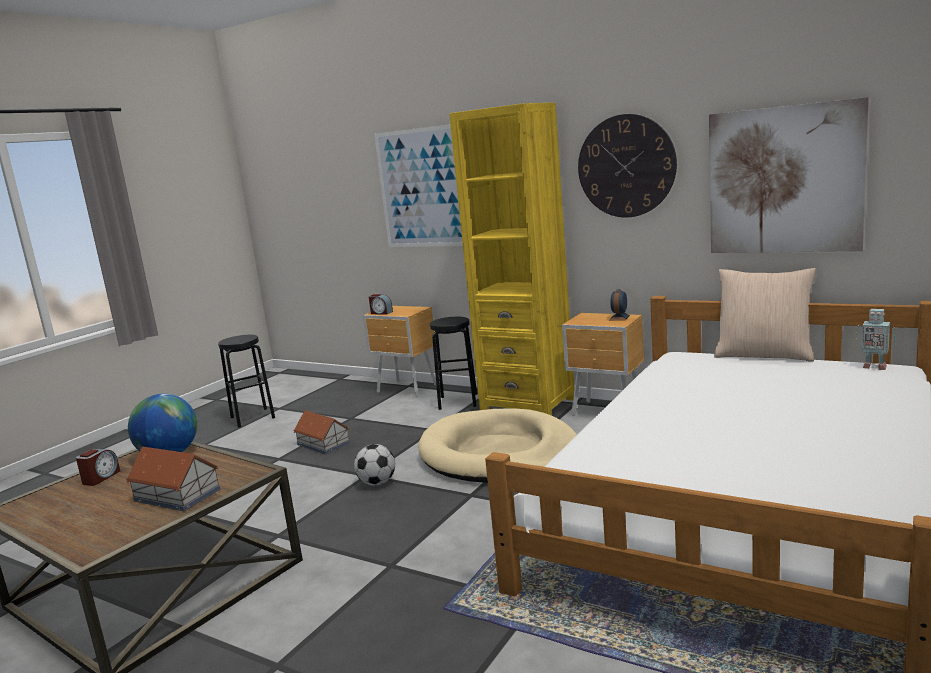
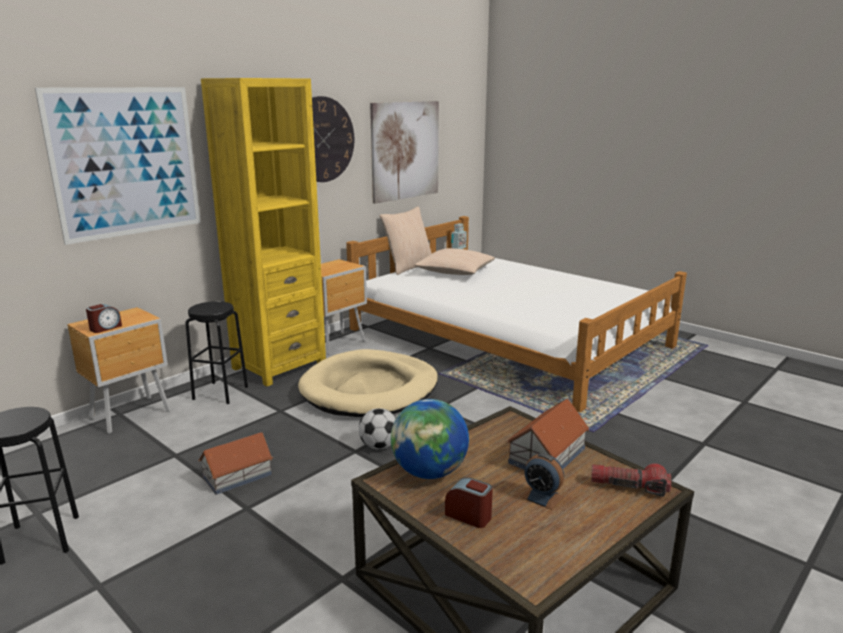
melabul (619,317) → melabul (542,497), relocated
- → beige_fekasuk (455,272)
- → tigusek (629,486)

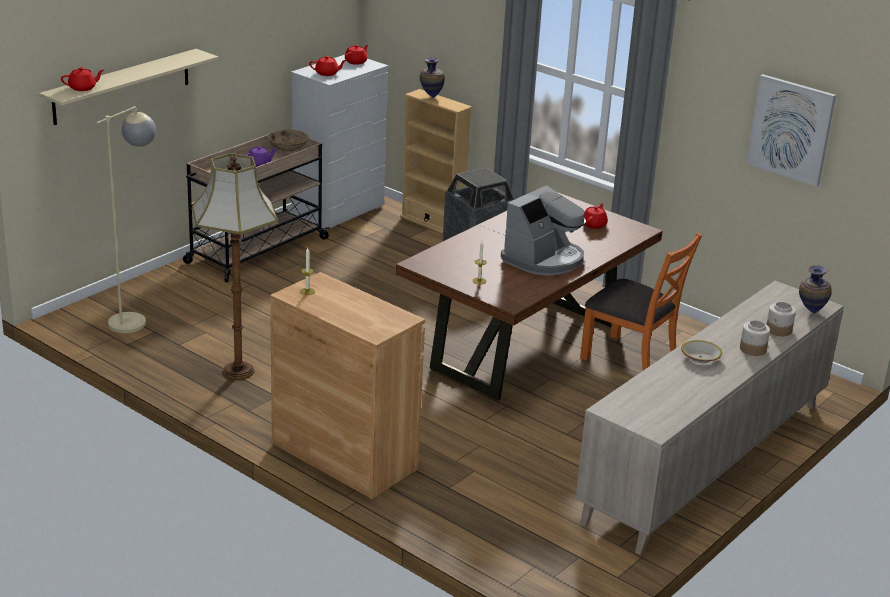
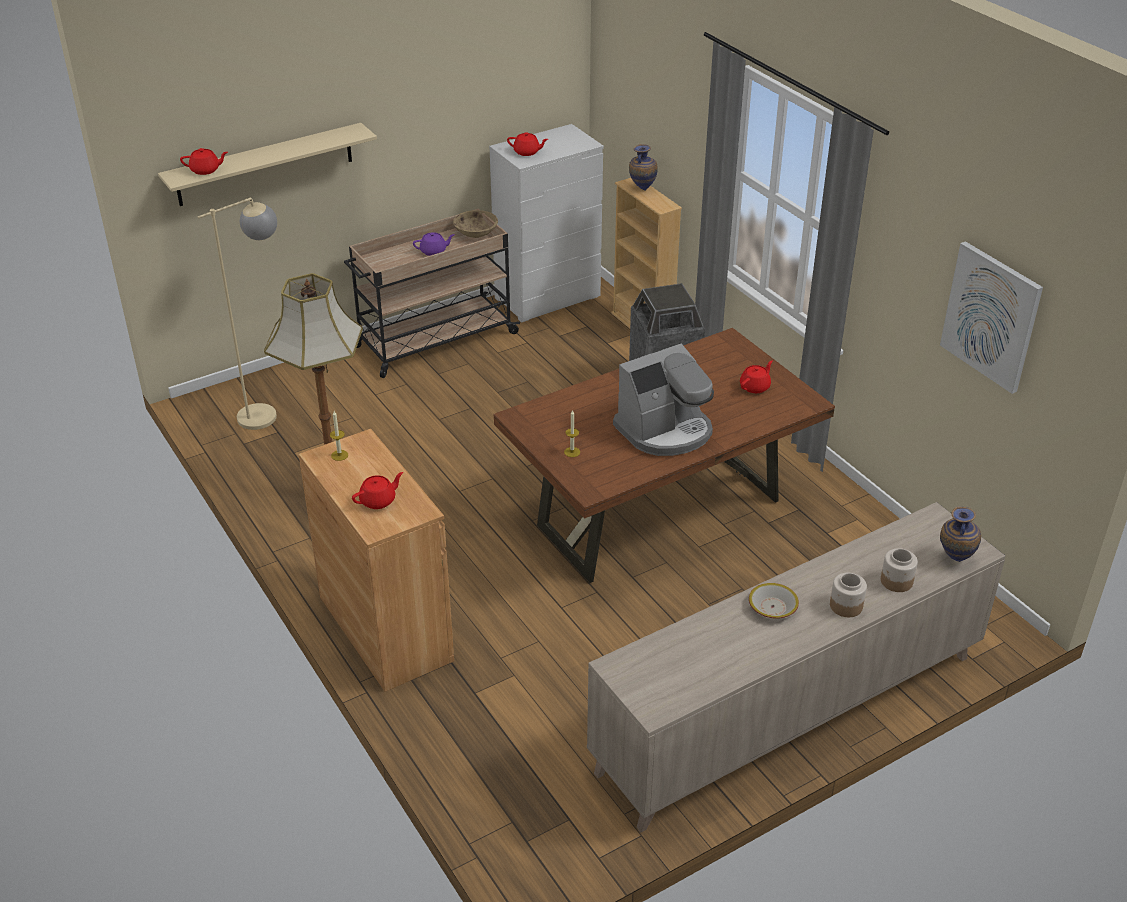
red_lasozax (356,62) → red_lasozax (378,500), relocated
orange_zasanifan (630,358) → -

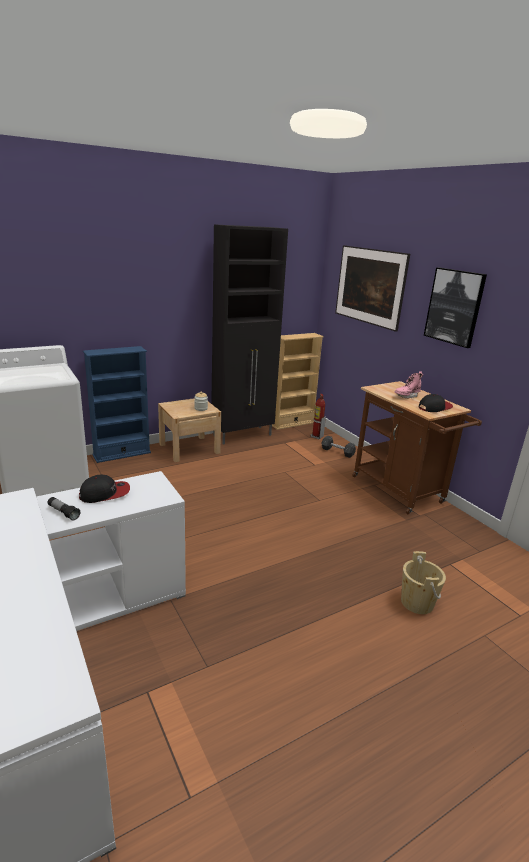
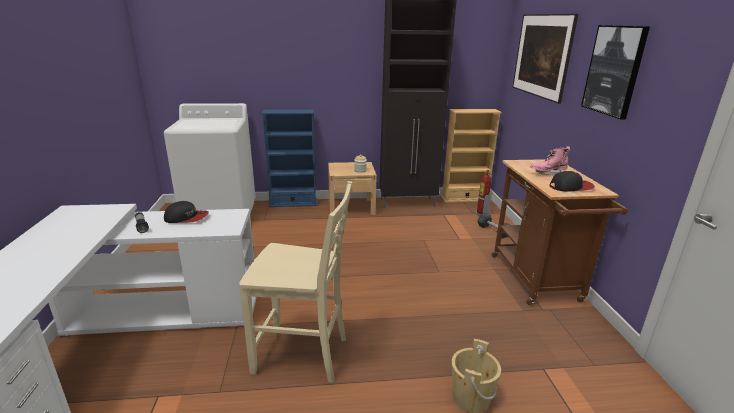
- → beige_zasanifan (303,355)

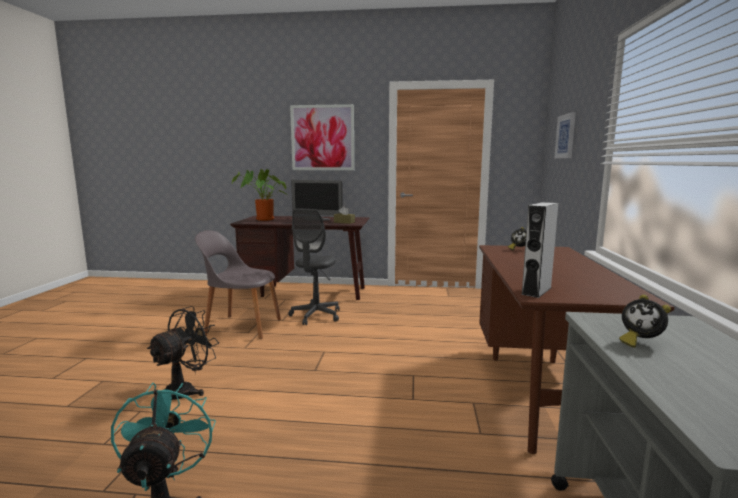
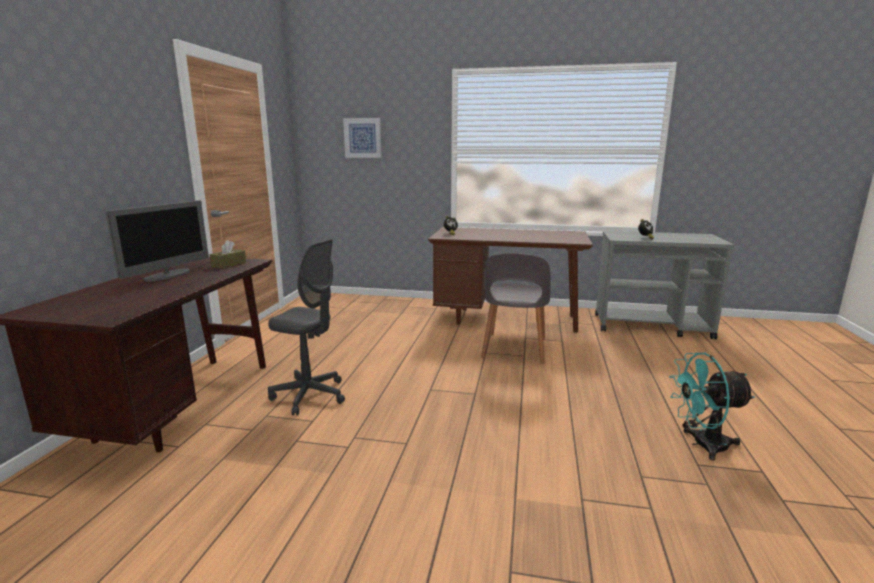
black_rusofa (186,390) → -
grey_zasanifan (241,327) → grey_zasanifan (514,349), relocated
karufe (263,220) → -
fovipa (322,138) → -
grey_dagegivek (536,291) → -

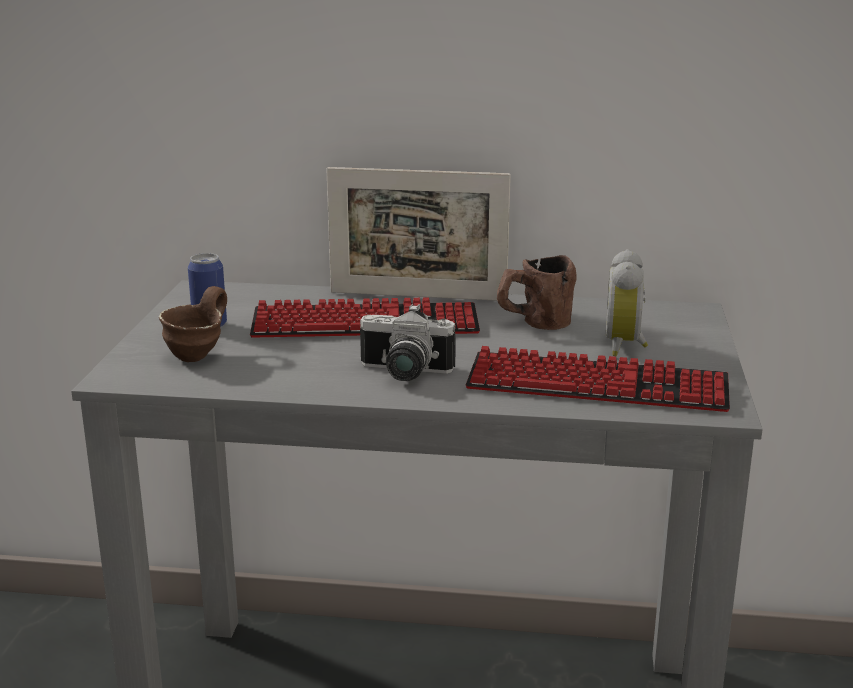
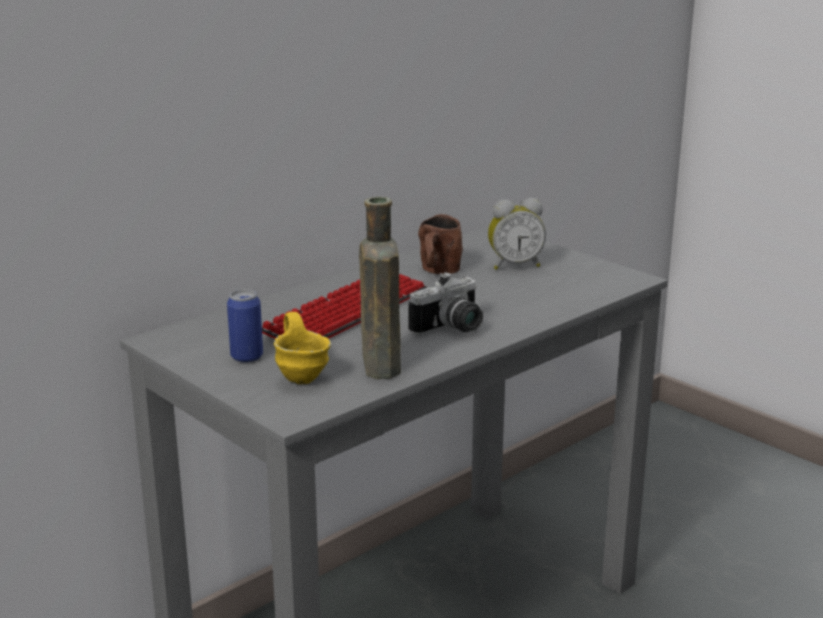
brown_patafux (200,356) → yellow_patafux (304,376)
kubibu (417,296) → -
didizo (597,386) → -
melabul (626,346) → melabul (514,265), 60 degrees counterclockwise
- → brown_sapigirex (380,363)

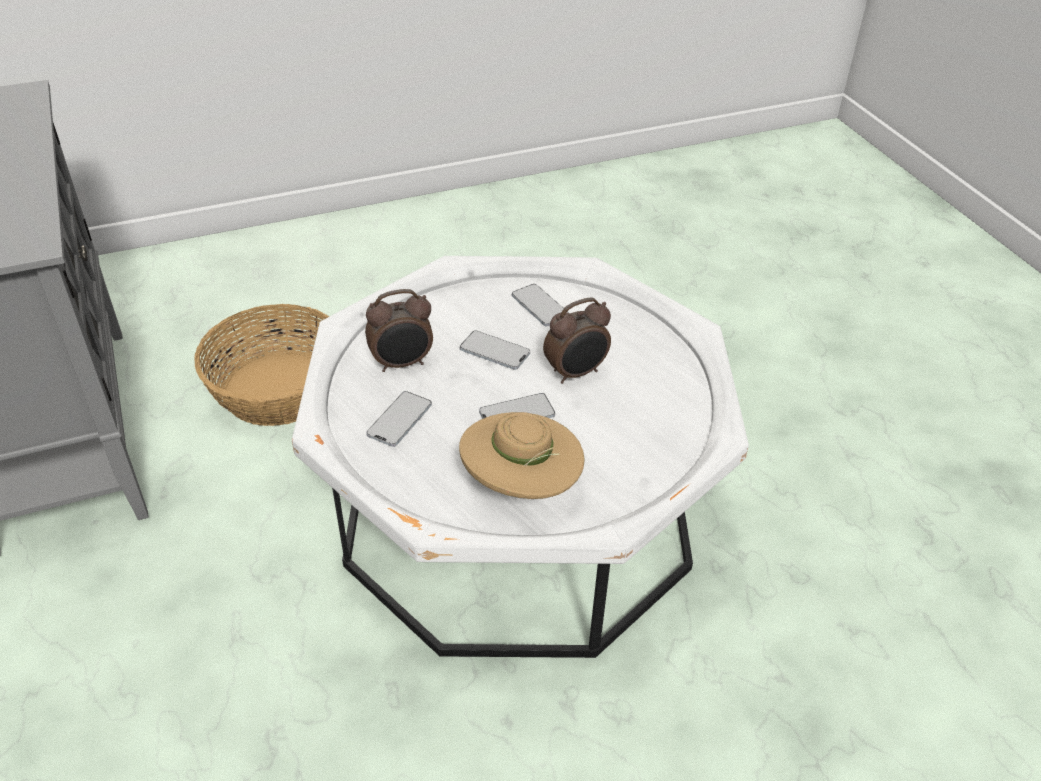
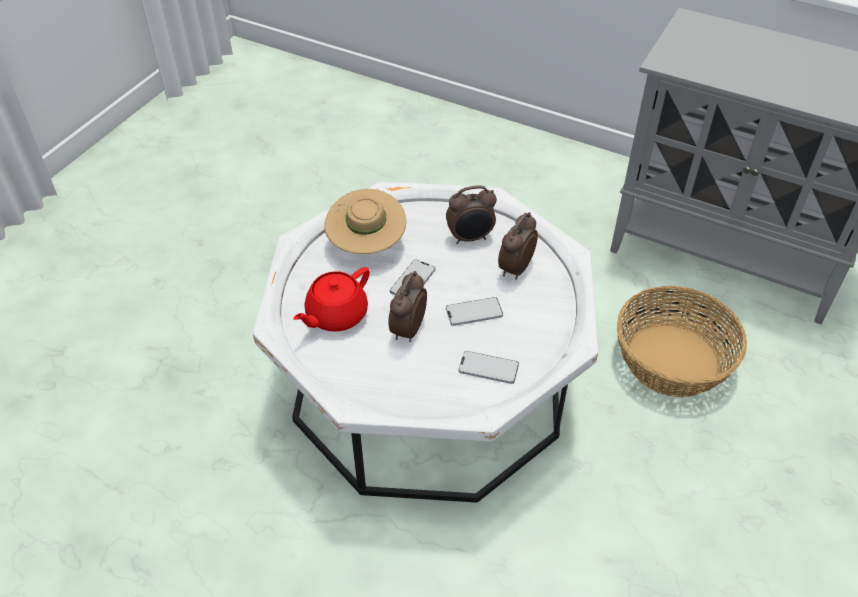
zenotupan (399,420) → melabul (470,238)
- → red_lasozax (335,315)

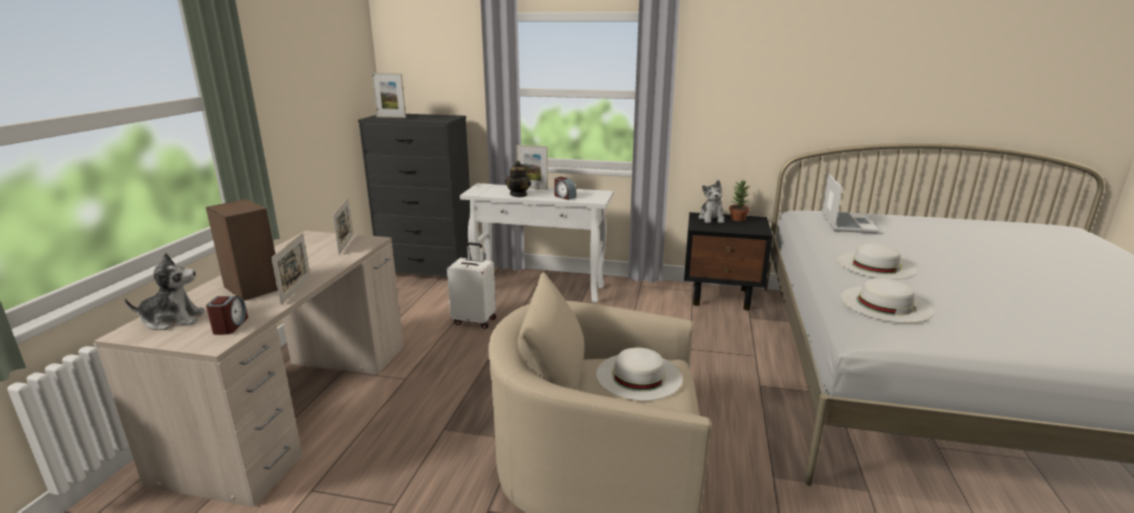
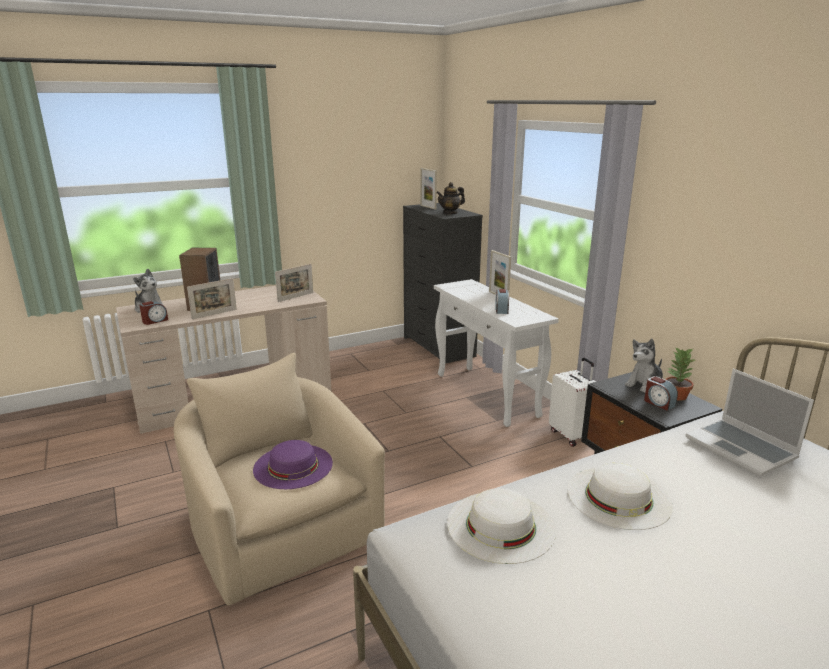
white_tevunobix (475,320) → white_tevunobix (571,435), relocated
lasozax (518,195) → lasozax (450,213), relocated
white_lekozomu (638,376) → purple_lekozomu (293,466)
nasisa (846,223) → nasisa (742,449), 90 degrees clockwise
- → melabul (659,403)

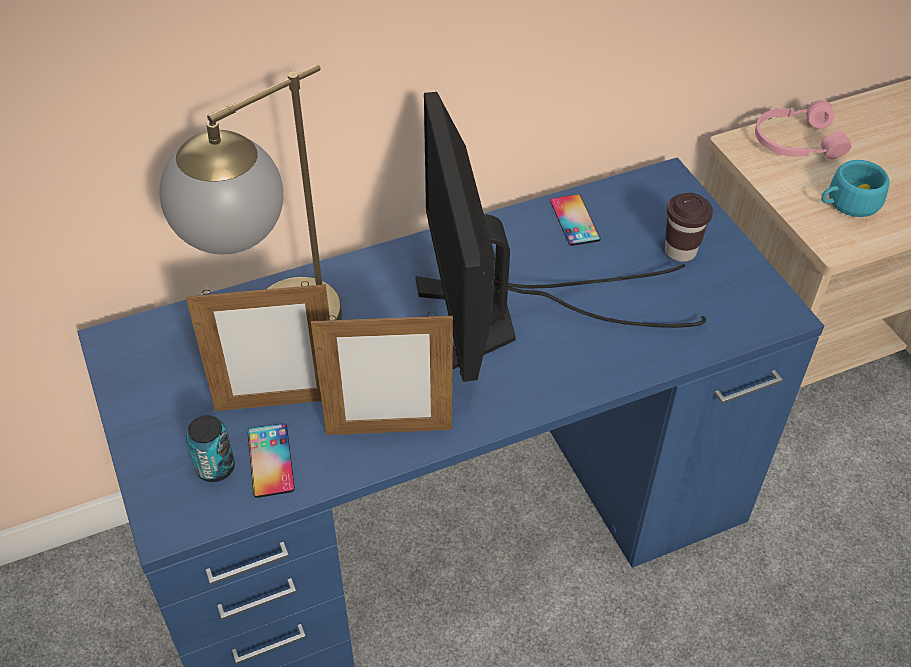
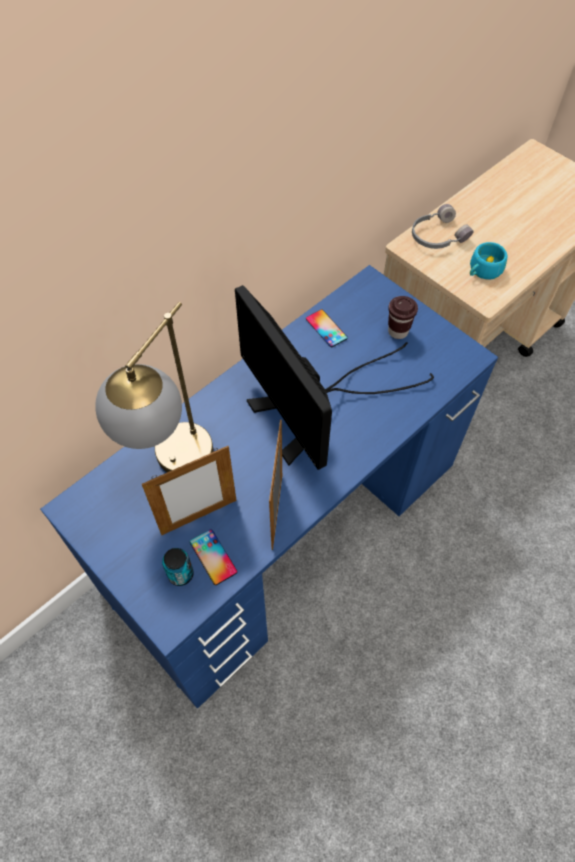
kubibu (389,431) → kubibu (277,511), 120 degrees clockwise
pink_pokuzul (795,142) → grey_pokuzul (437,235)

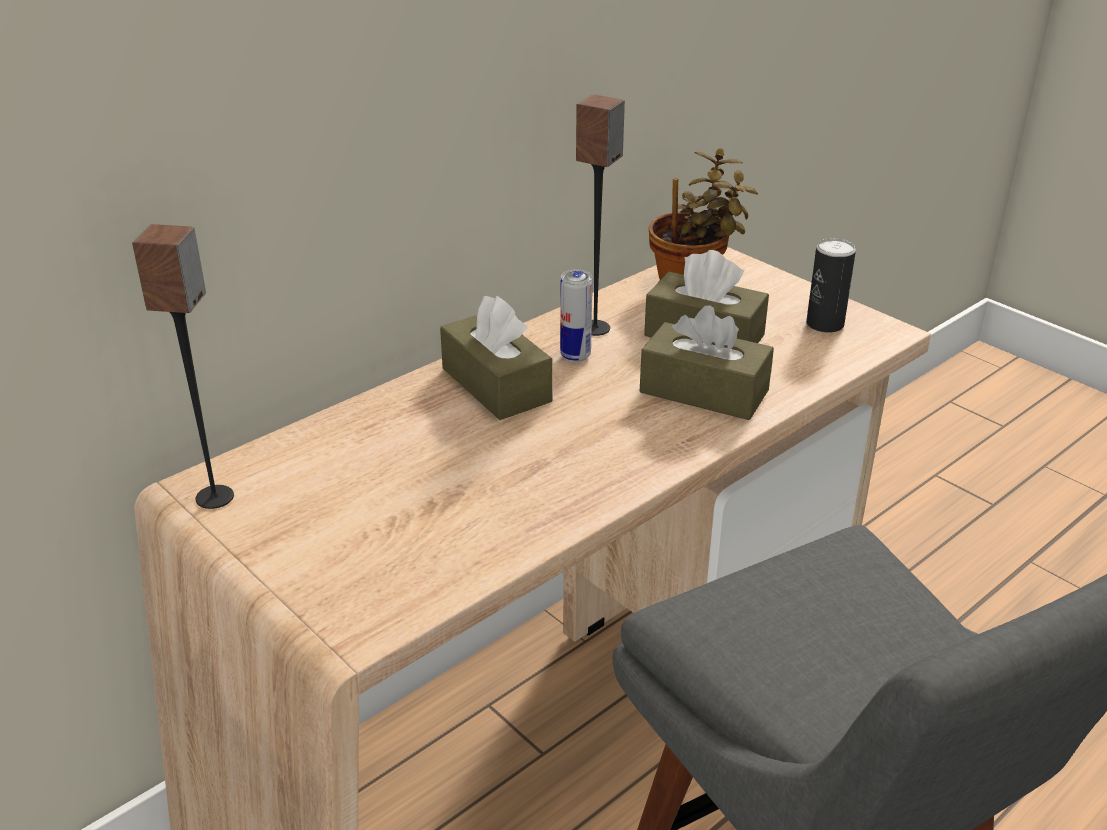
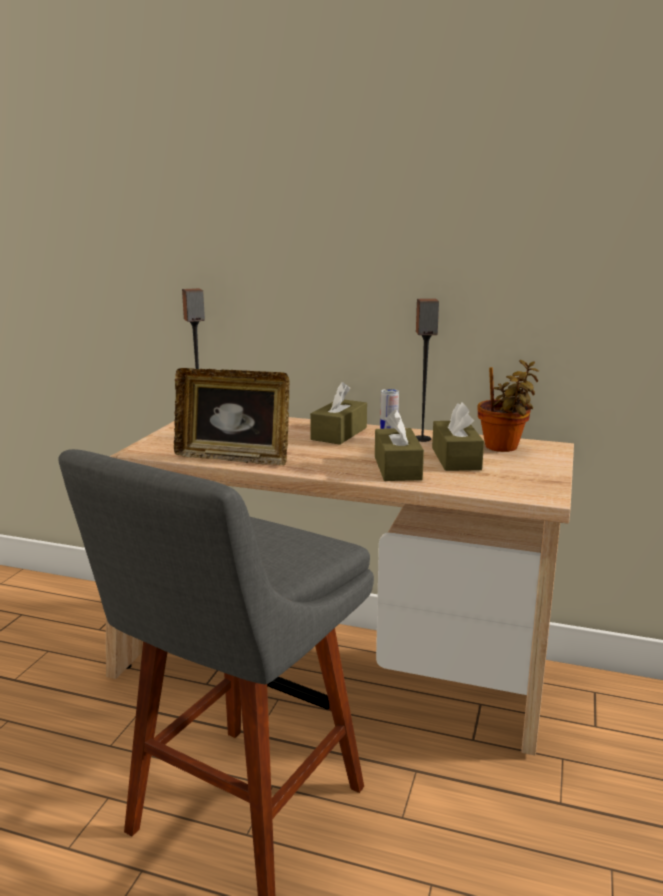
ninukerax (825,324) → -
- → kubibu (233,457)

